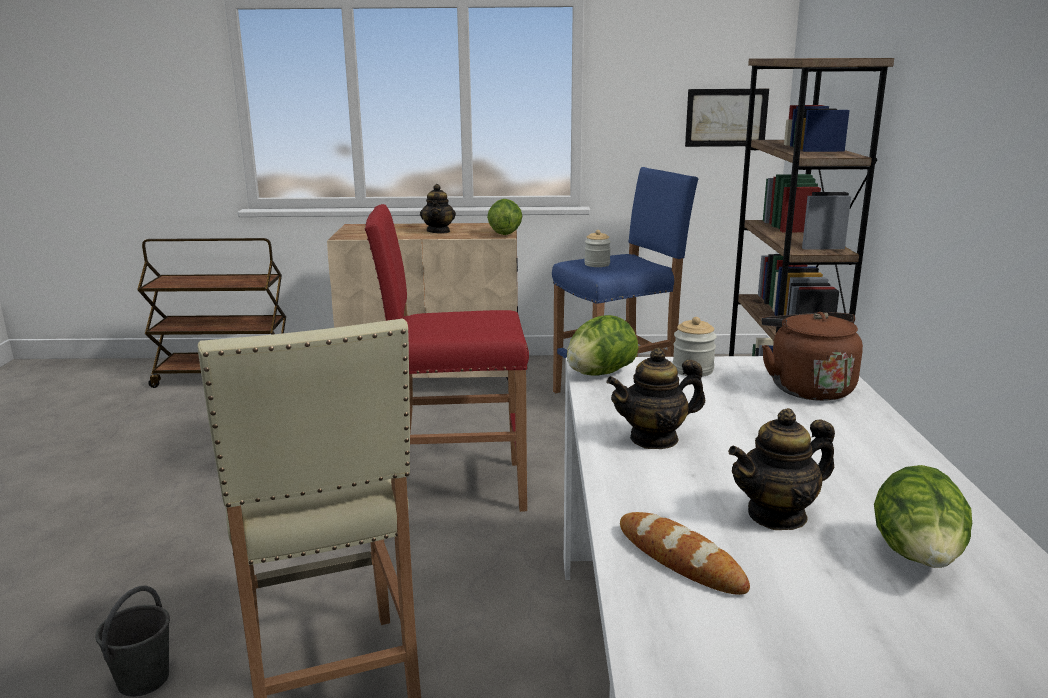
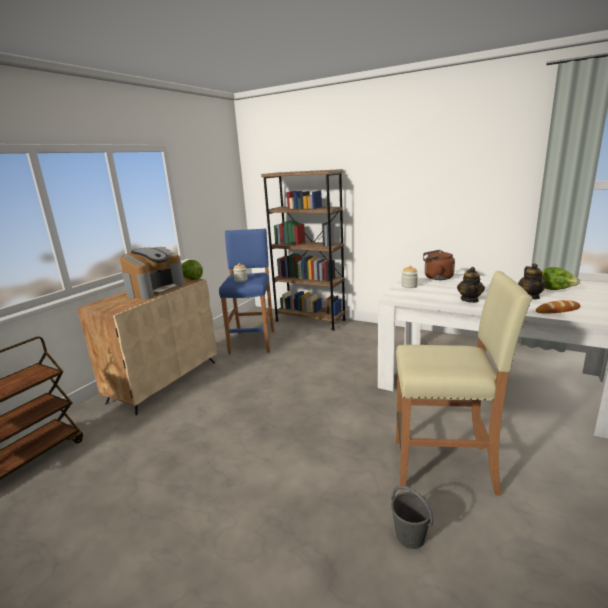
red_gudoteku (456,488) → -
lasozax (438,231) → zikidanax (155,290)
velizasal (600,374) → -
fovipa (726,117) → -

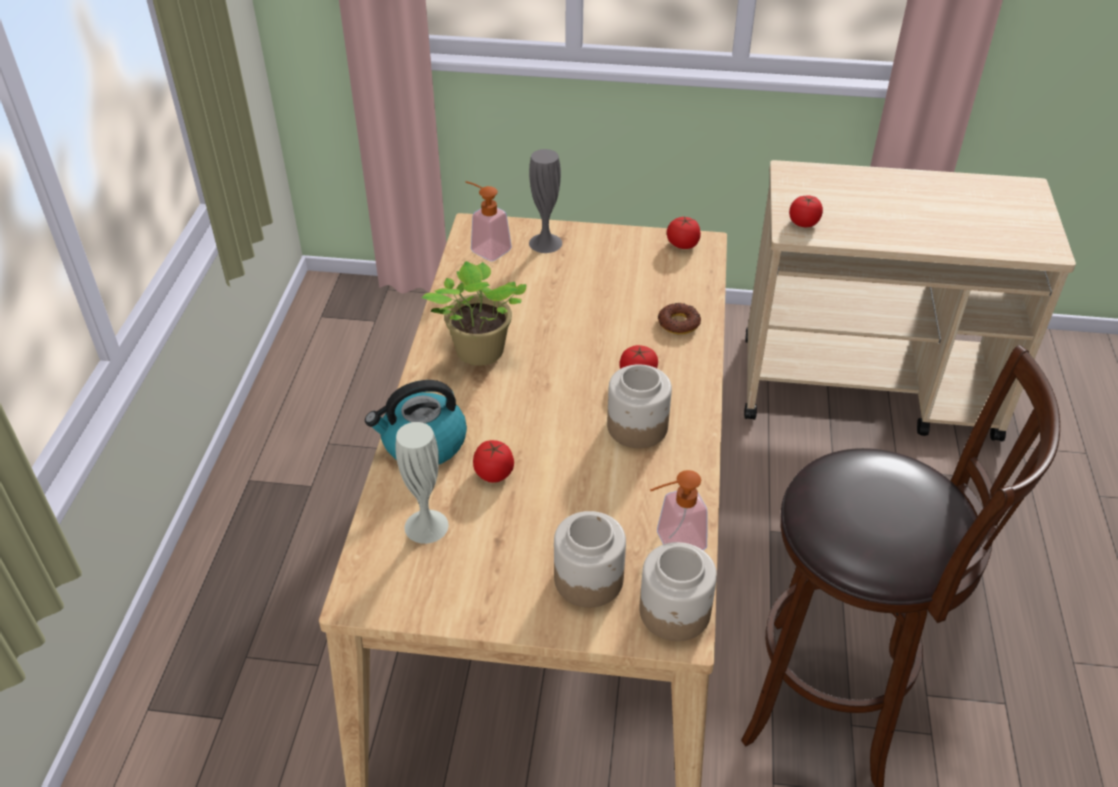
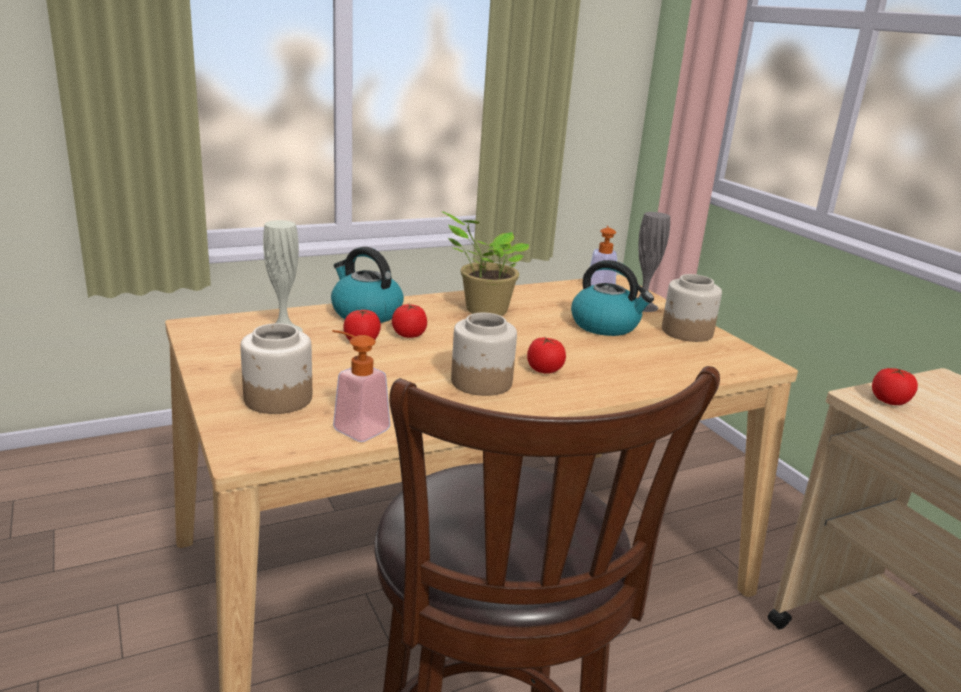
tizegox (675,612) → tizegox (686,332), relocated
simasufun (678,323) → -
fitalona (682,244) → fitalona (409,335), relocated
- → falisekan (606,325)

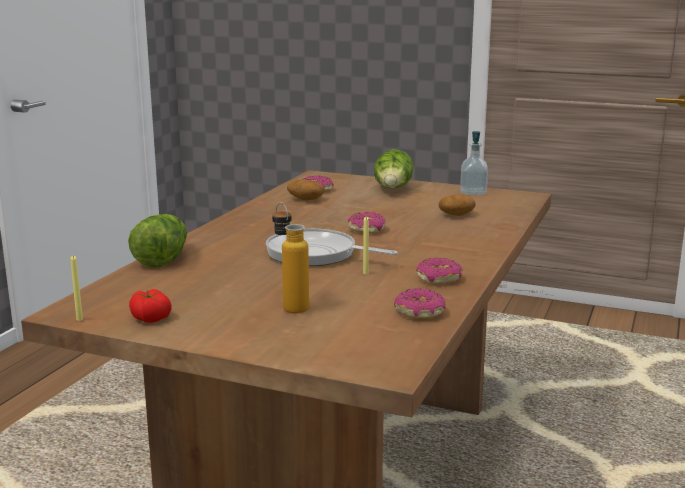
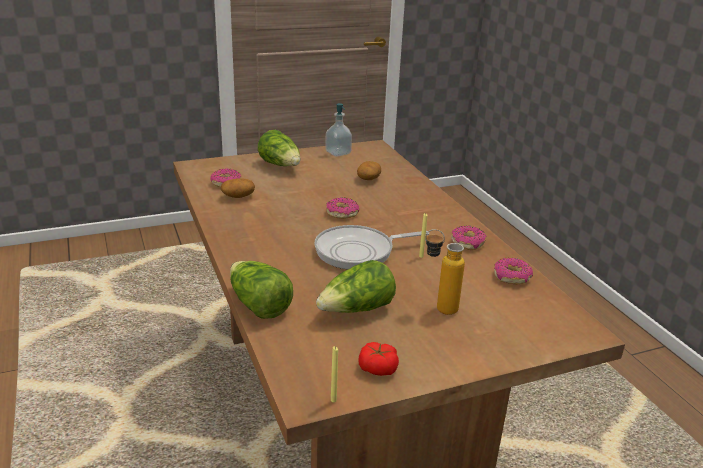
- → velizasal (357,310)

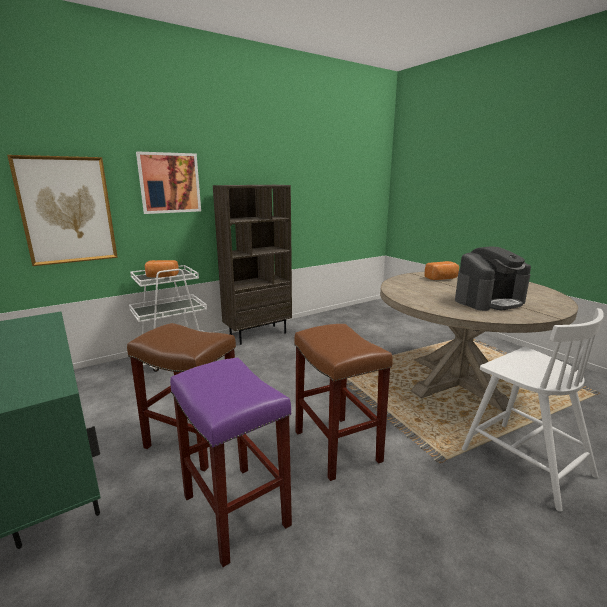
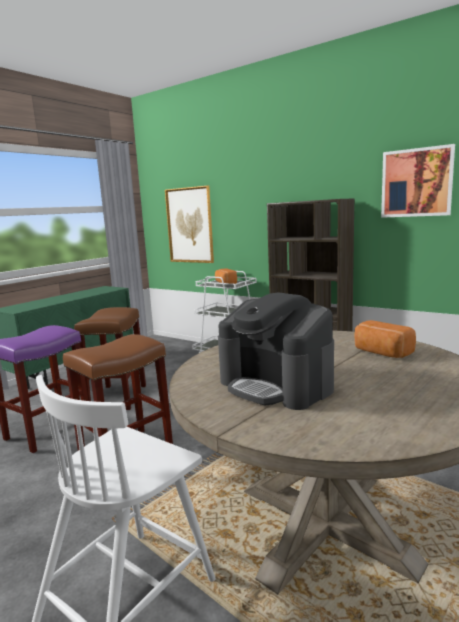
fovipa (169,183) → fovipa (416,183), relocated

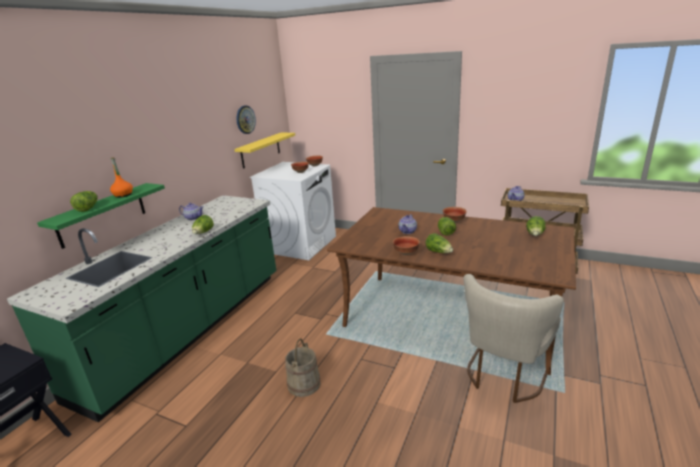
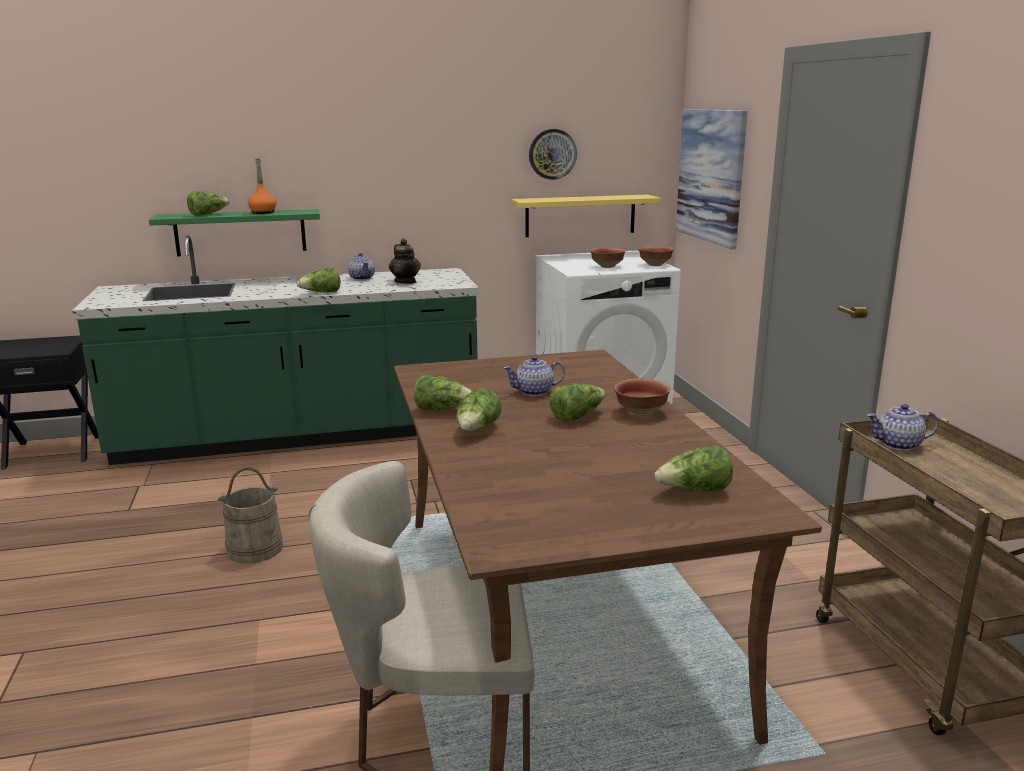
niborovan (405,253) → velizasal (442,409)
- → lasozax (405,282)
- → fovipa (711,176)

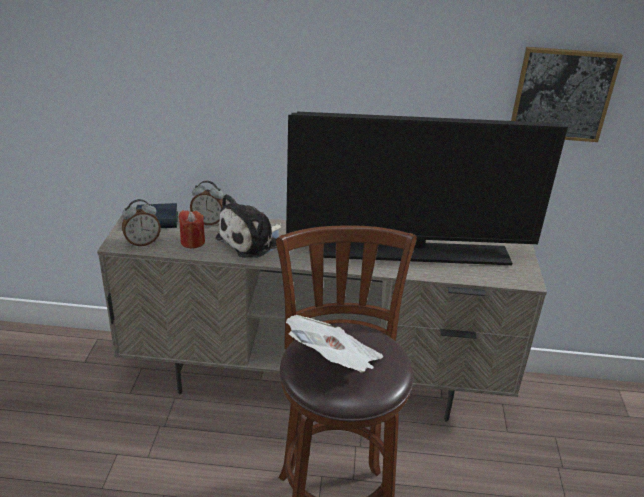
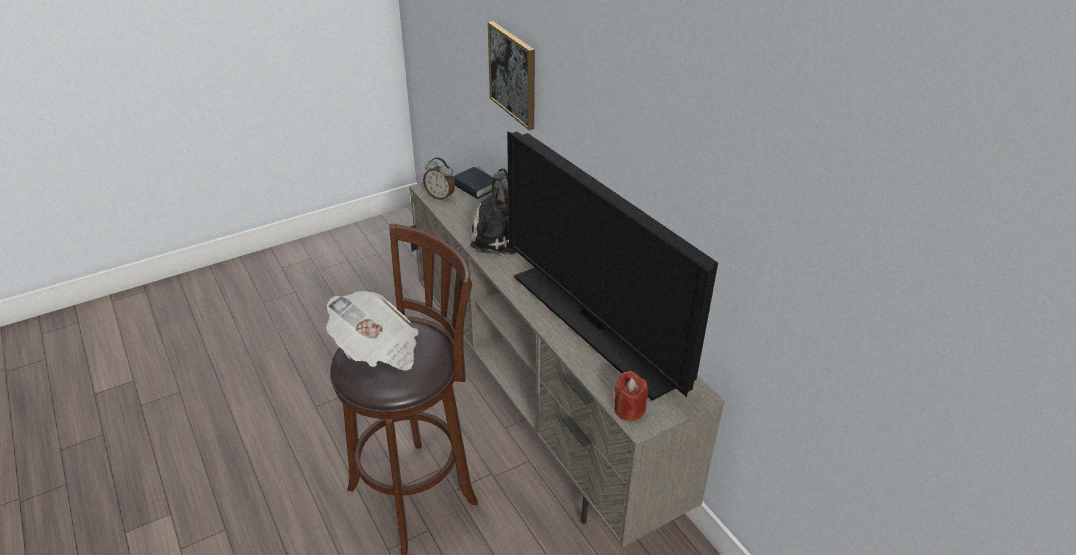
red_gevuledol (192,242) → red_gevuledol (629,409), relocated
fovipa (562,94) → fovipa (513,74), relocated

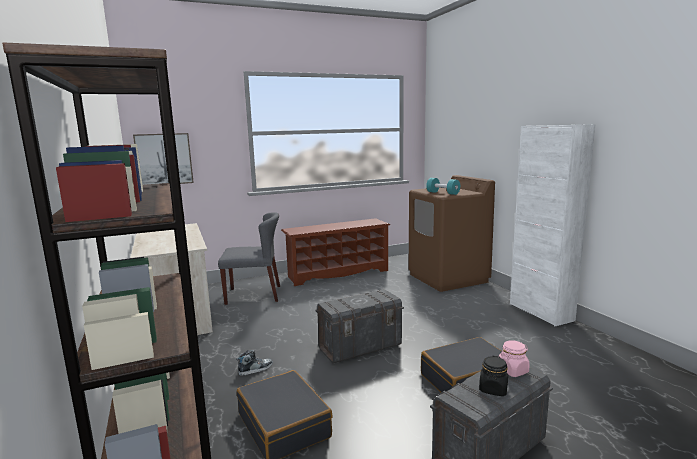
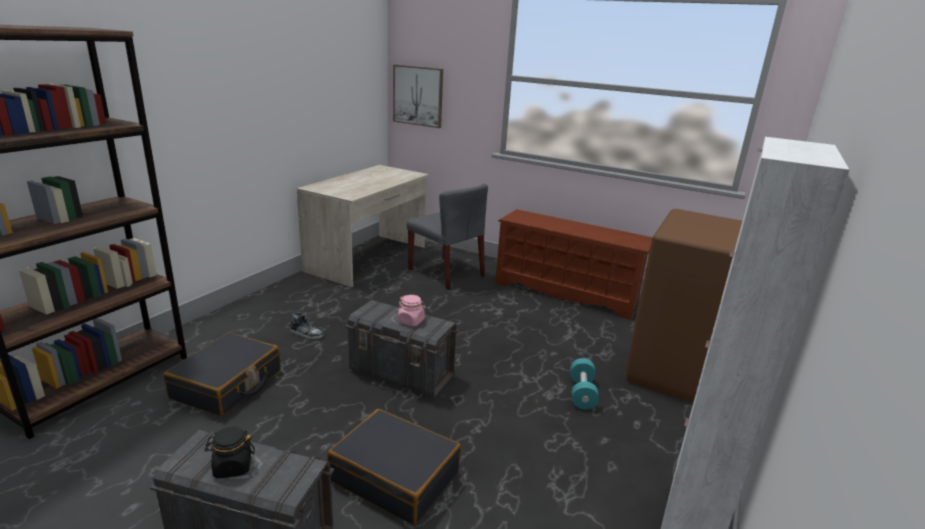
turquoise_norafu (442,193) → turquoise_norafu (582,393), relocated
pink_tizegox (512,370) → pink_tizegox (411,321), relocated

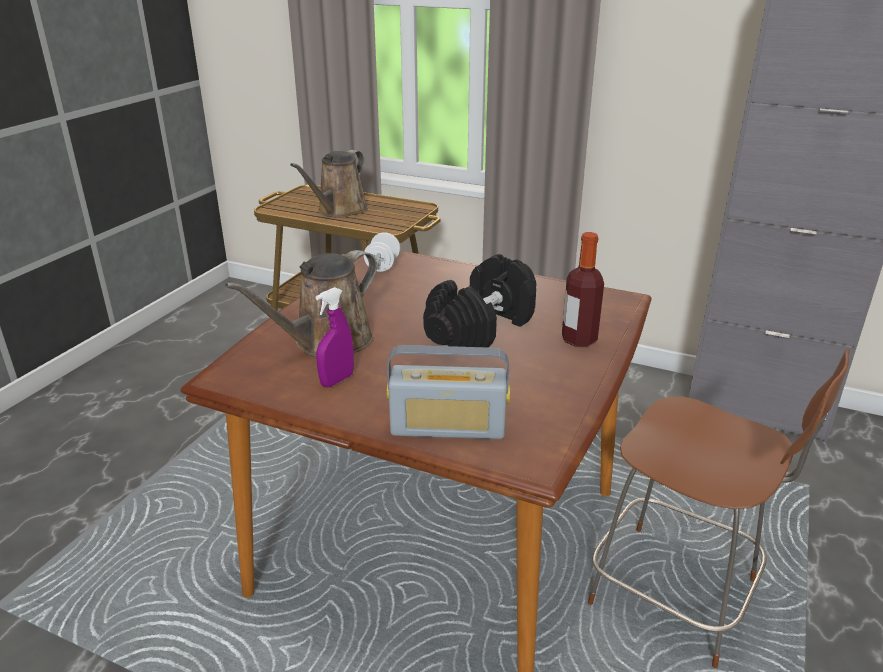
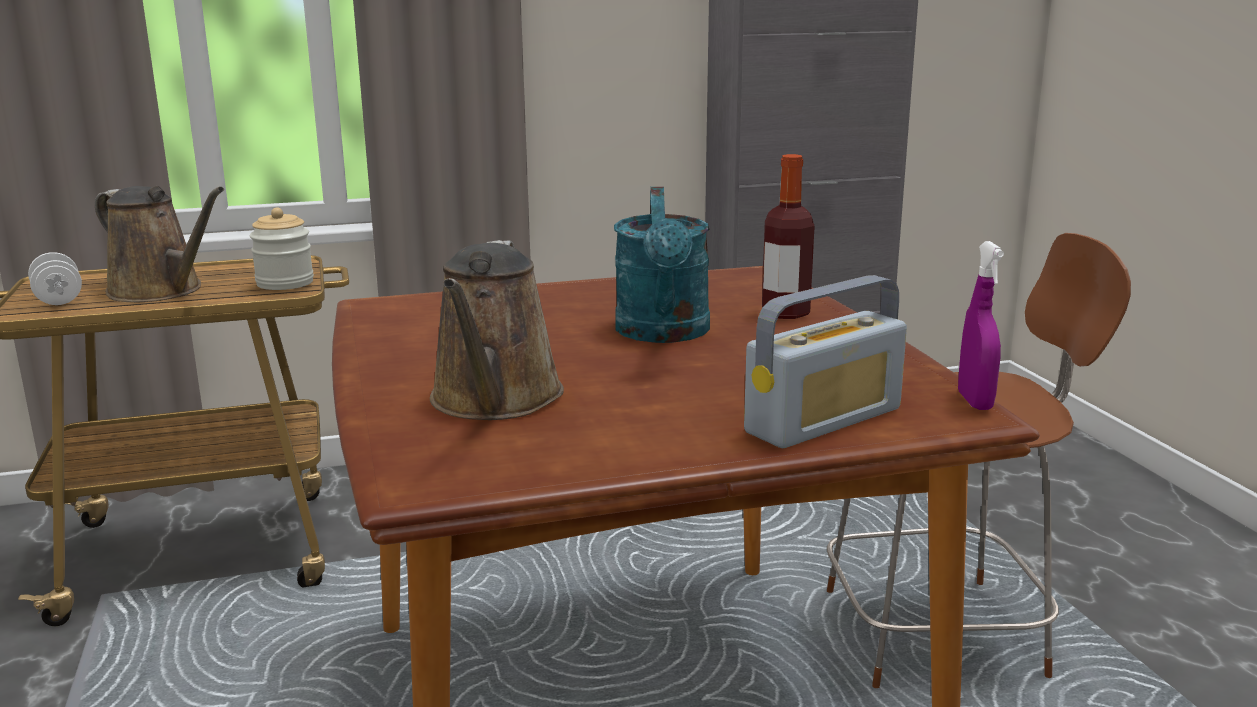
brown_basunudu (339,211) → brown_basunudu (161,291), 45 degrees counterclockwise
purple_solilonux (337,380) → purple_solilonux (975,401), relocated
white_norafu (382,266) → white_norafu (59,300), relocated
black_norafu (481,329) → turquoise_basunudu (664,333)
- → tizegox (285,283)

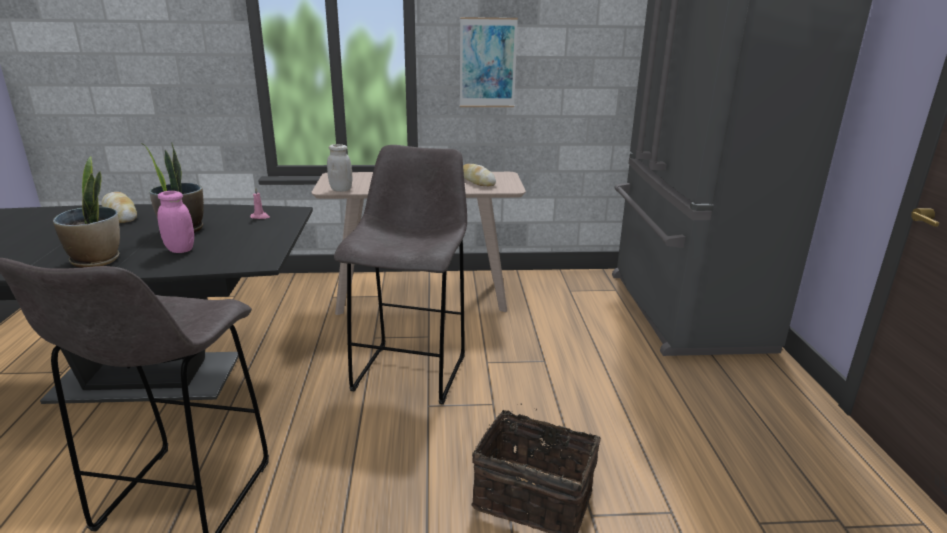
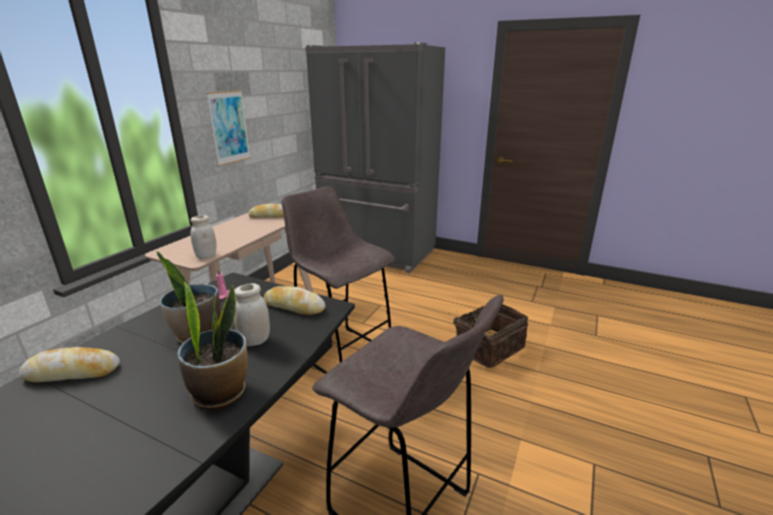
pink_tizegox (180,249) → white_tizegox (255,341)
- → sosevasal (294,306)

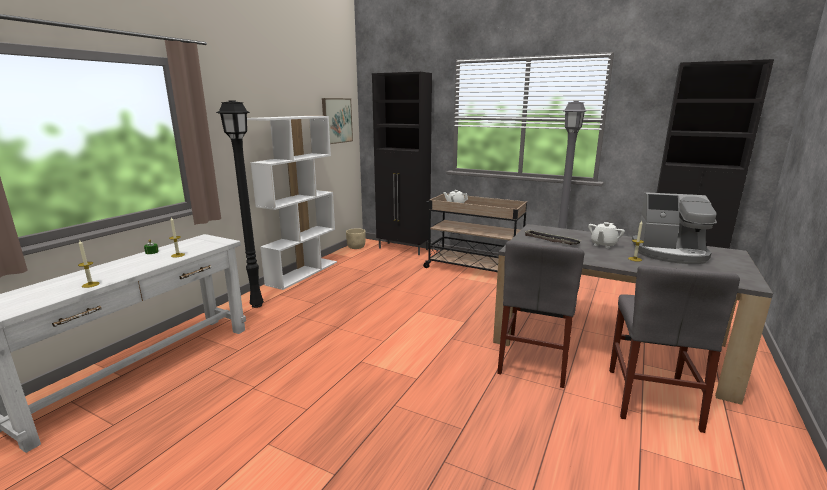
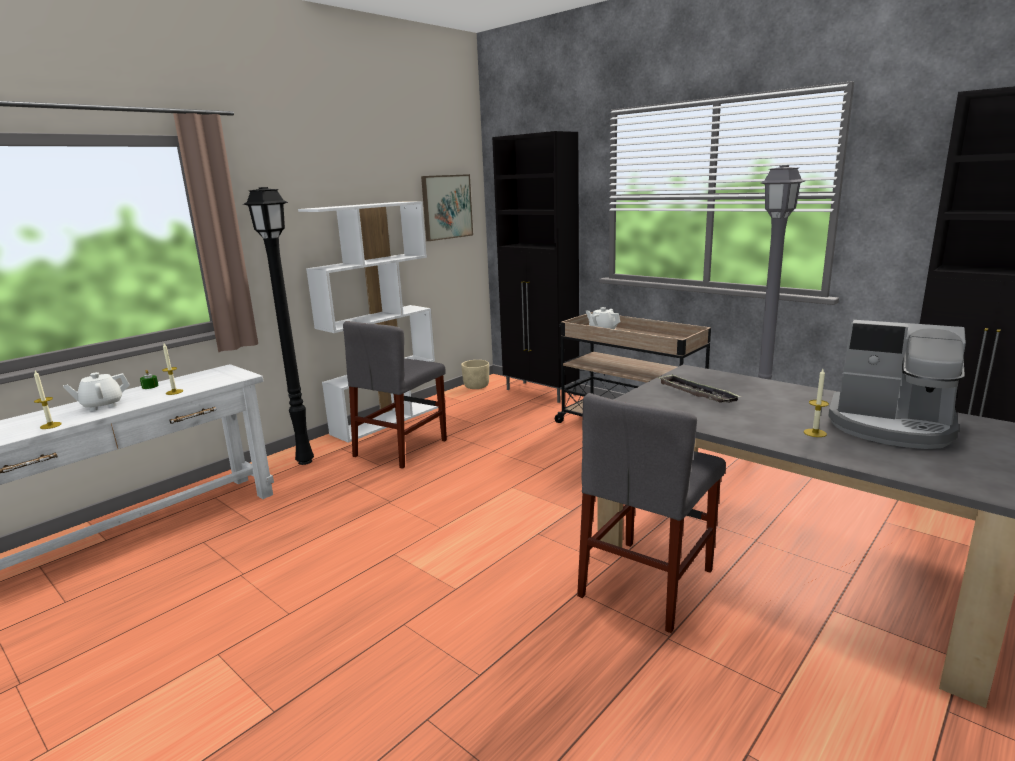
white_lasozax (603,245) → white_lasozax (102,405), relocated
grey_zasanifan (651,398) → grey_zasanifan (401,448), relocated

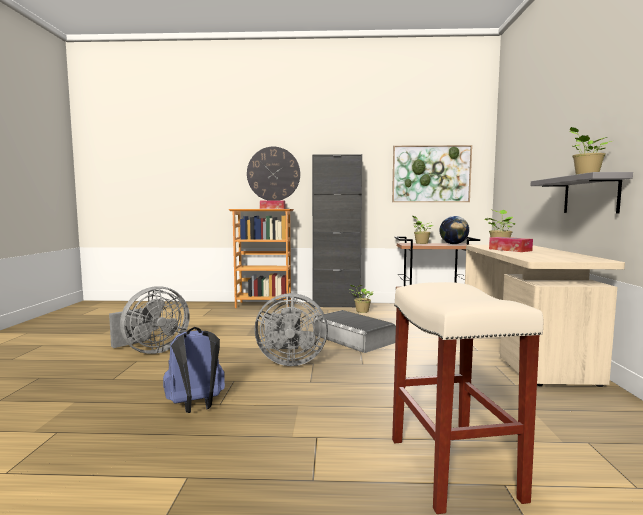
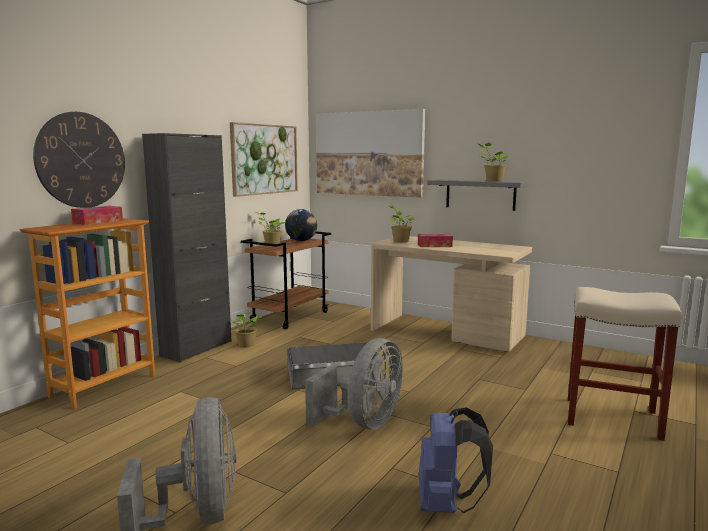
- → fovipa (368,153)

